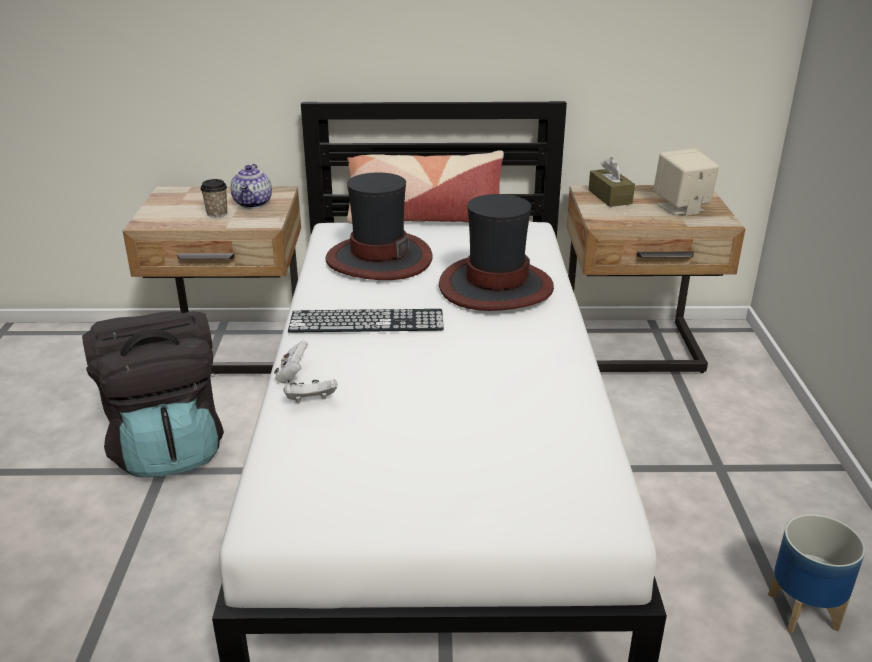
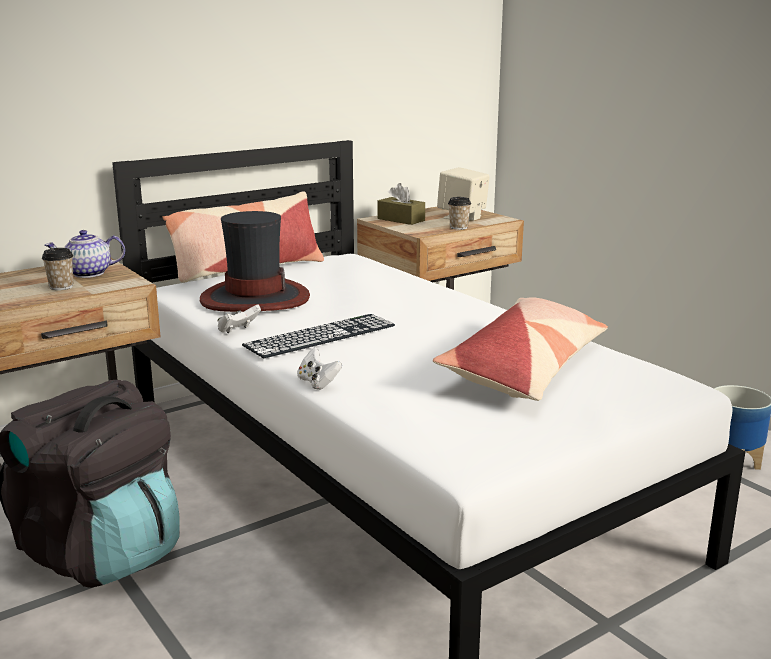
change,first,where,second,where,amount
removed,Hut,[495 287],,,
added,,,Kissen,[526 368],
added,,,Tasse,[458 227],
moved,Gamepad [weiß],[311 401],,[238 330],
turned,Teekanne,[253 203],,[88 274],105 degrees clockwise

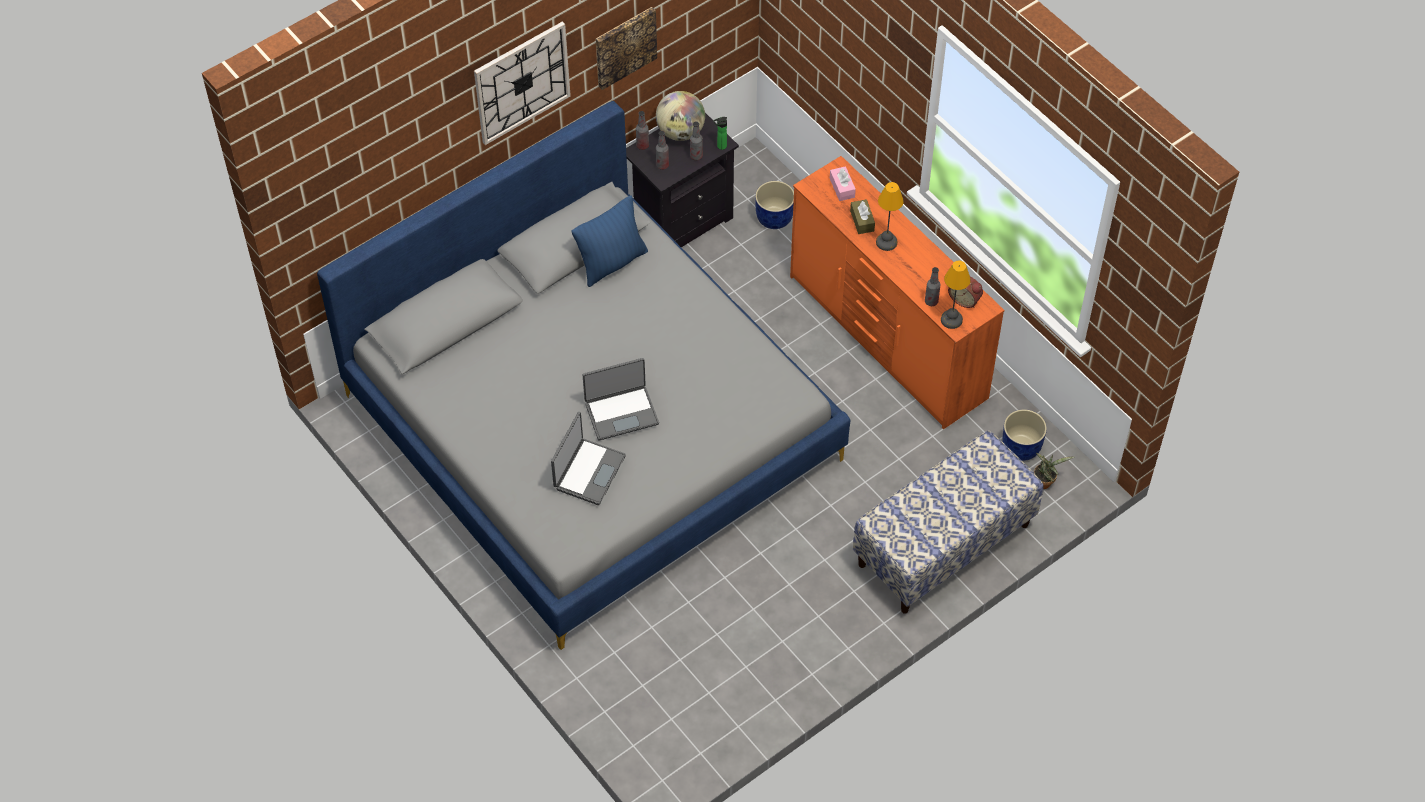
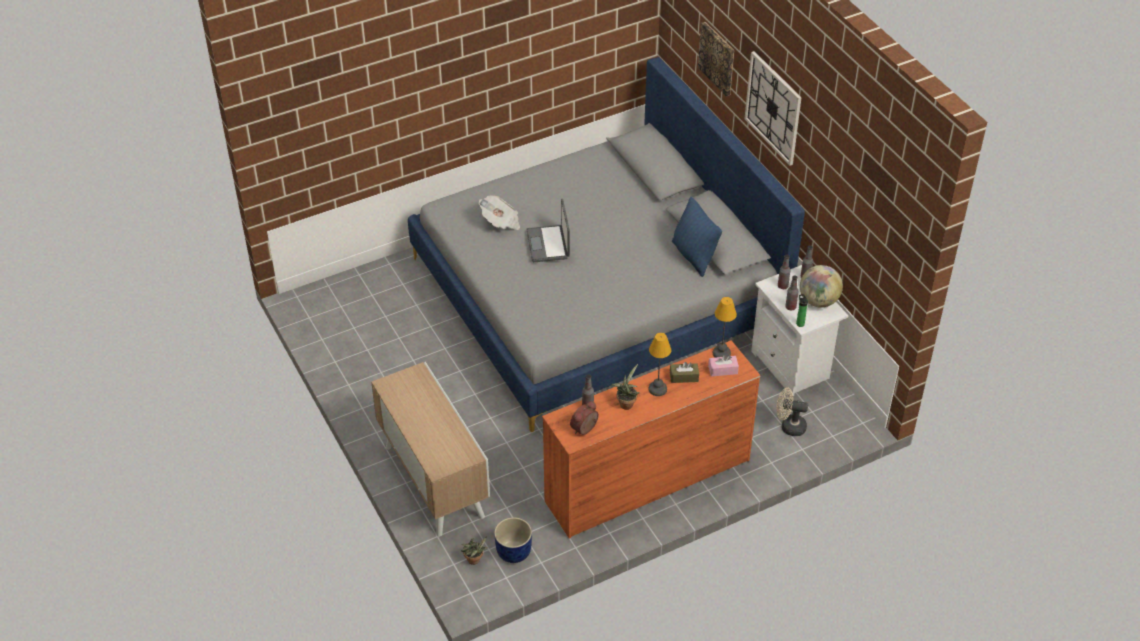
change,first,where,second,where,amount
added,,,Topfpflanze,[626 403],
moved,Bild,[624 46],,[717 58],
moved,Tischlampe,[951 320],,[721 353],
replaced,Laptop,[588 472],Zeitung,[501 222],
replaced,Pflanzkübel [blau],[775 217],Ventilator [beige],[789 426],
replaced,Bank,[943 545],Schrank,[433 481],
recoloured,Nachttisch [schwarz],[681 220],Nachttisch [weiß],[792 366],

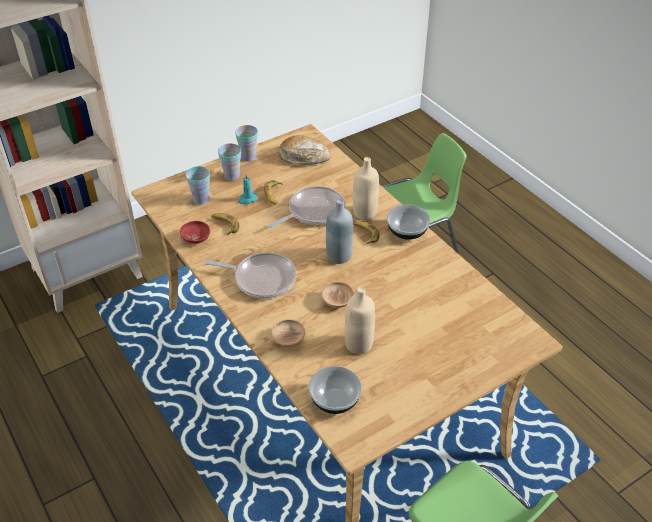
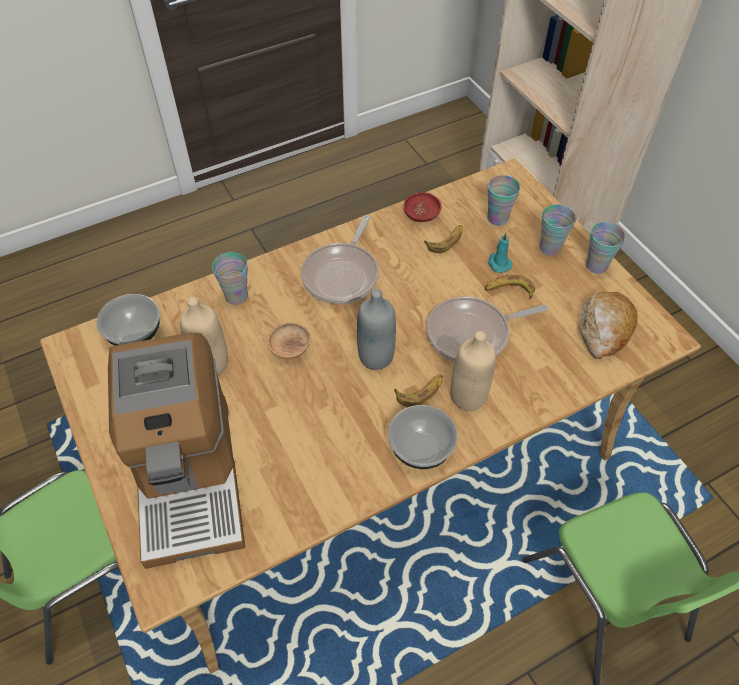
change,first,where,second,where,amount
added,,,Kaffeemaschine,[189 477],
replaced,Schüssel [braun],[288 340],Tasse,[236 296],
turned,Pfanne,[313 211],,[472 334],105 degrees clockwise

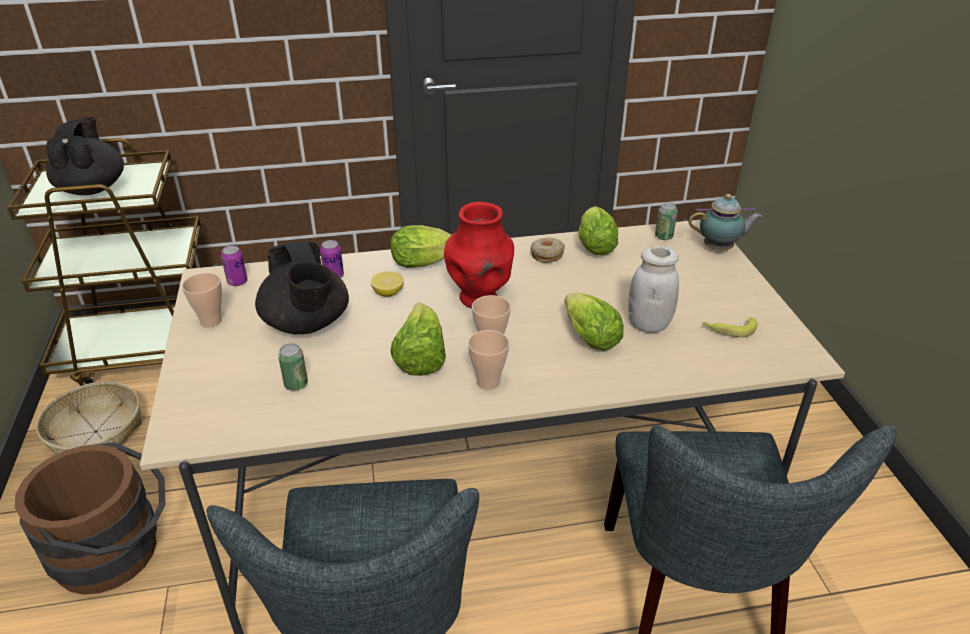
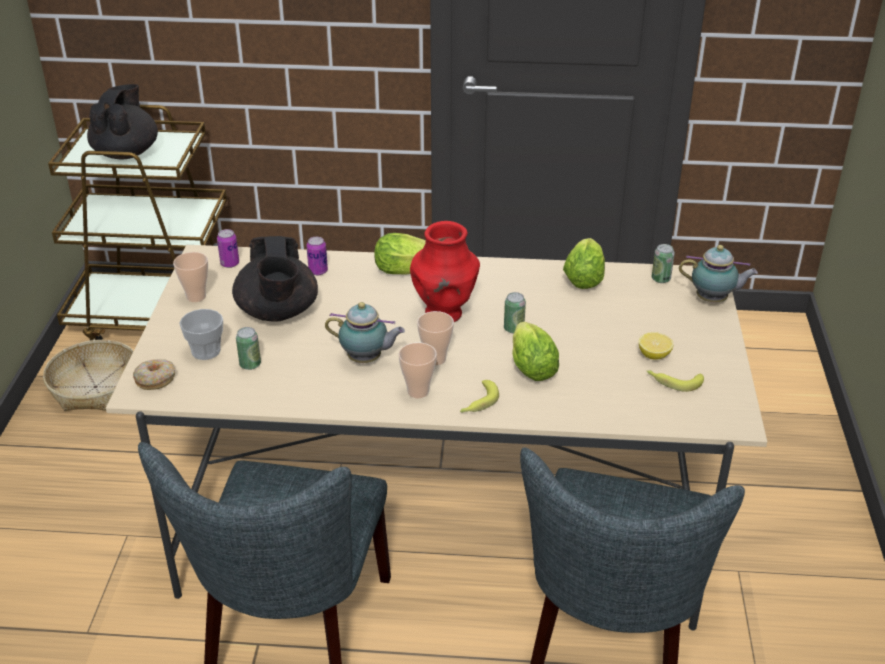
change,first,where,second,where,amount
removed,Eimer [braun],[117 552],,,
removed,Vorratsglas [weiß],[648 325],,,
added,,,Tasse,[206 351],
added,,,Banane,[478 403],
added,,,Dose,[513 329],
moved,Zitrone,[388 293],,[654 355],
moved,Donut,[547 255],,[155 379],
replaced,Salatkopf,[420 358],Teekanne,[366 359],

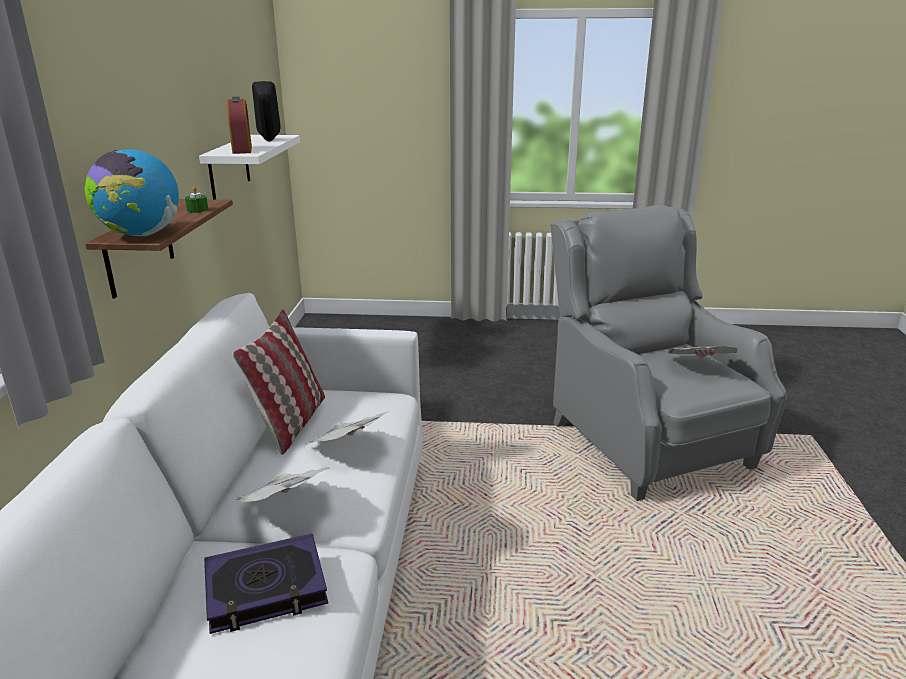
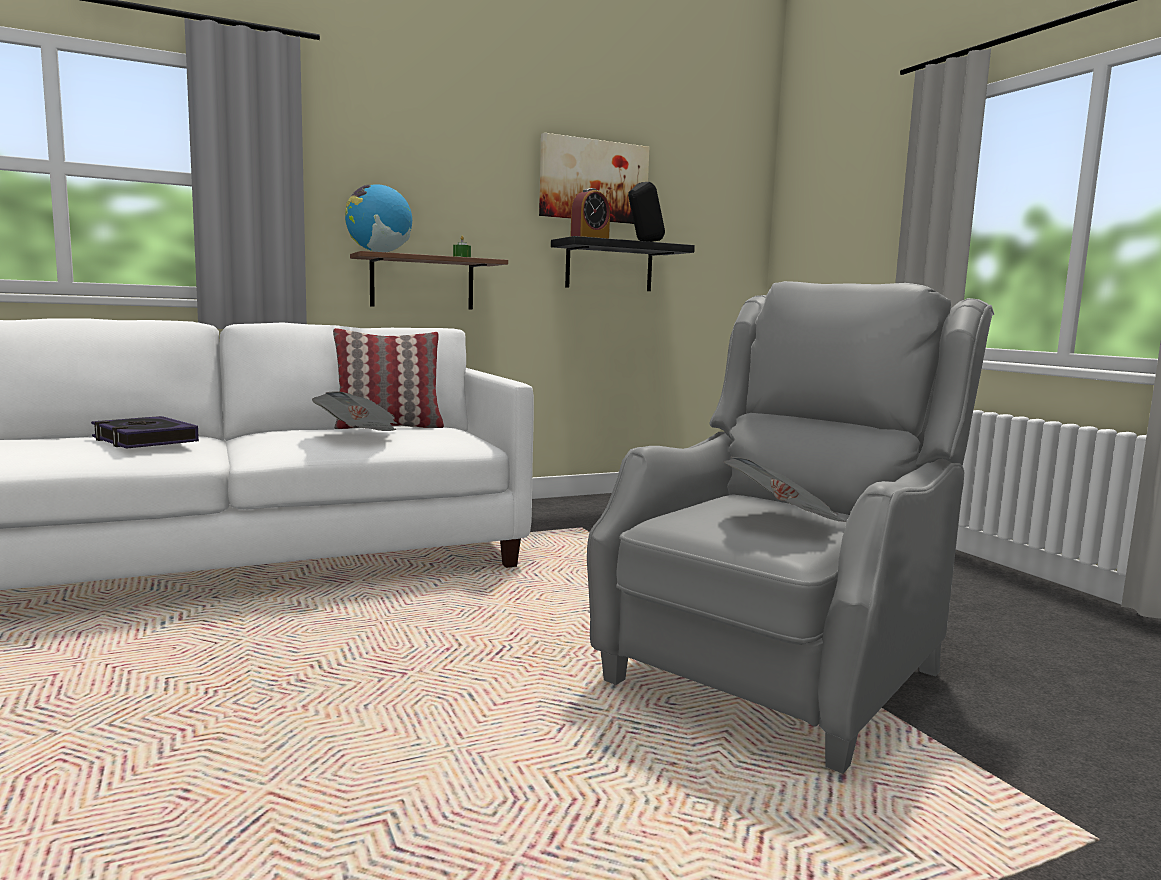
change,first,where,second,where,amount
removed,Zeitung,[285 504],,,
added,,,Bild,[593 181],
recoloured,Wandregal [weiß],[229 167],Wandregal [schwarz],[609 266],

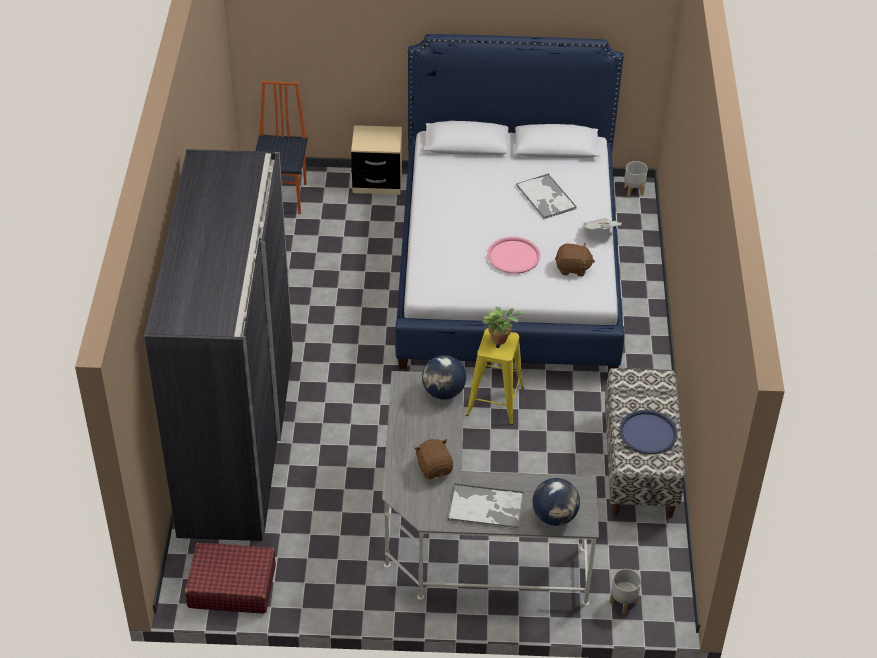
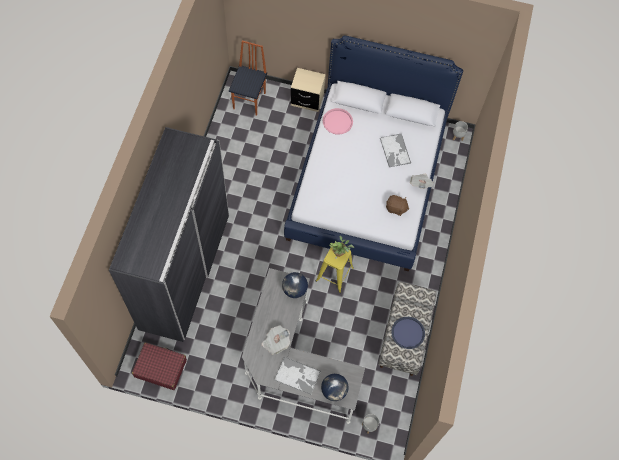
change,first,where,second,where,amount
moved,Tablett [rosa],[513 256],,[337 121],
replaced,Plüschtier [braun],[434 468],Zeitung,[276 342],

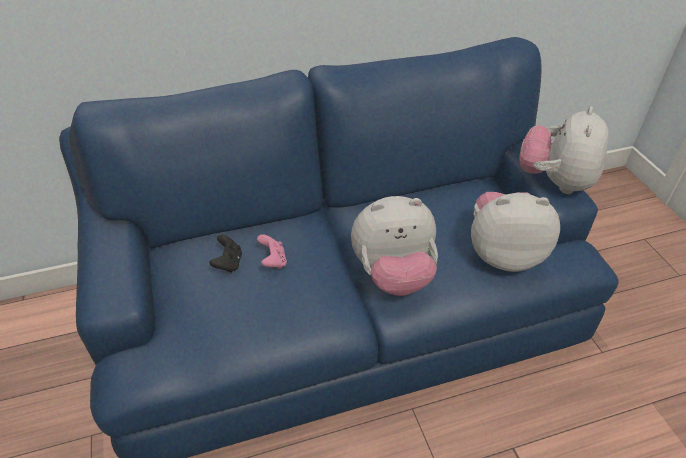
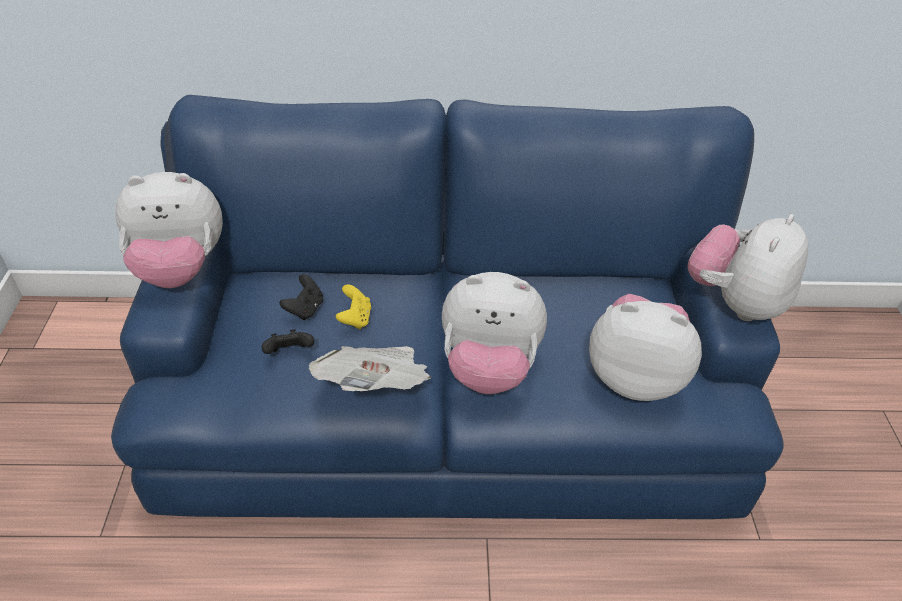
change,first,where,second,where,amount
added,,,Plüschtier,[180 269],
added,,,Gamepad [schwarz],[289 353],
added,,,Zeitung,[375 386],
recoloured,Gamepad [rosa],[273 261],Gamepad [gelb],[355 318],

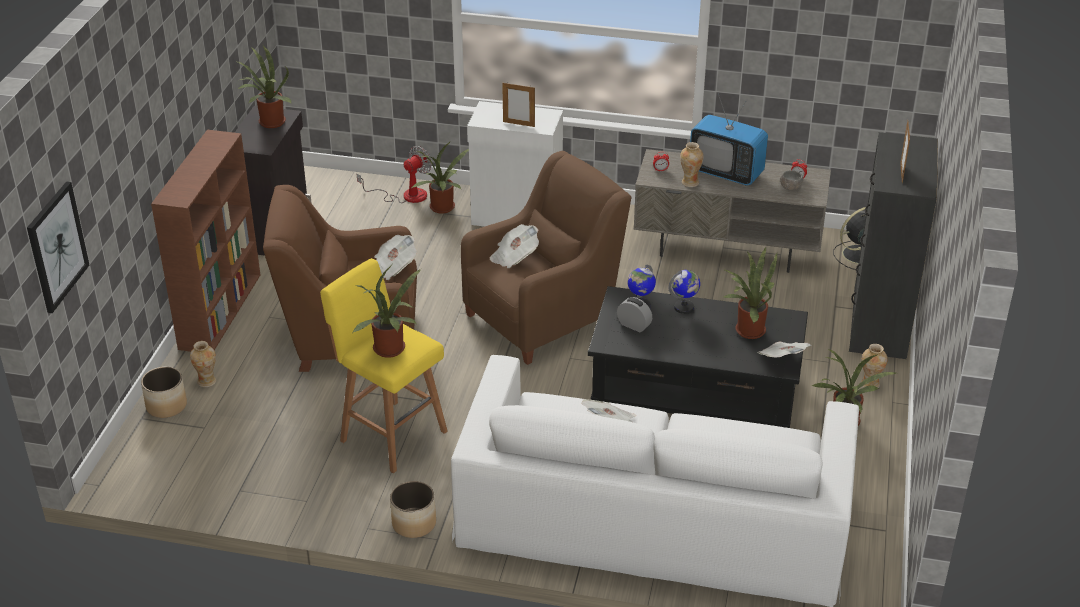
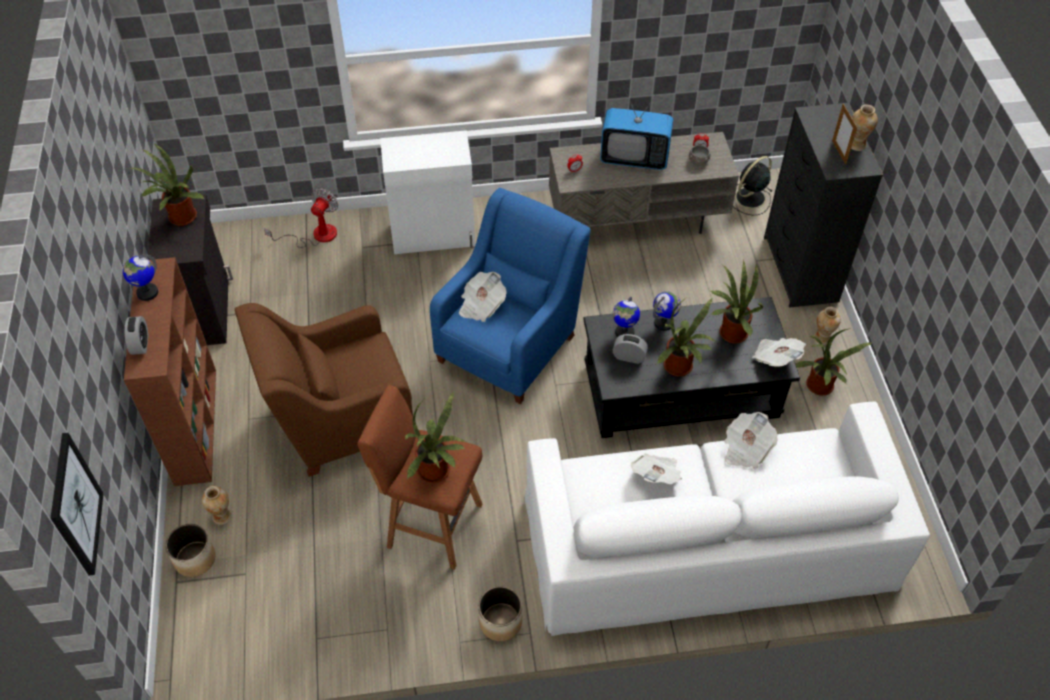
change,first,where,second,where,amount
removed,Bilderrahmen,[519 124],,,
added,,,Globus,[147 292],
added,,,Wecker,[140 344],
moved,Zeitung,[392 268],,[746 449],
moved,Topfpflanze,[443 209],,[680 368],
moved,Vase,[690 182],,[856 145],
recoloured,Hocker [gelb],[391 434],Hocker [braun],[431 524],
recoloured,Sessel [braun],[544 316],Sessel [blau],[510 344],

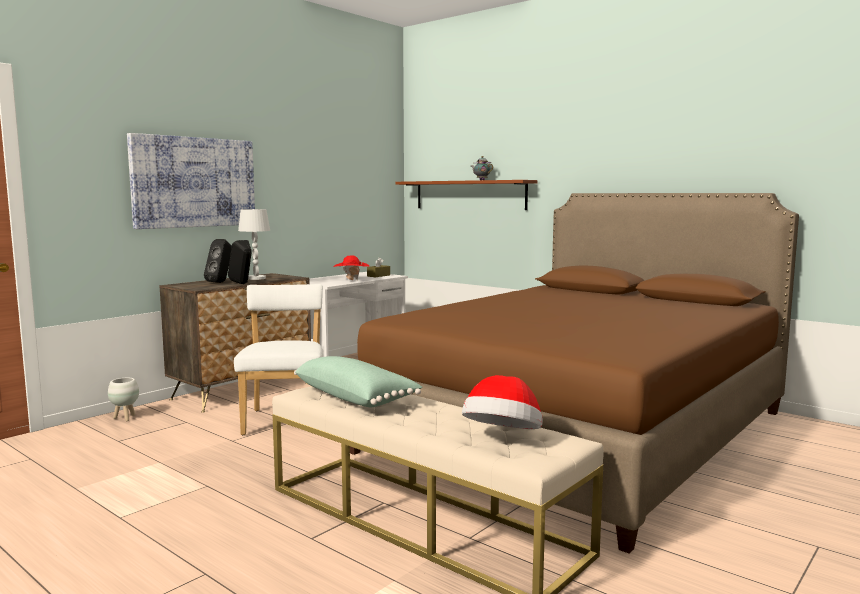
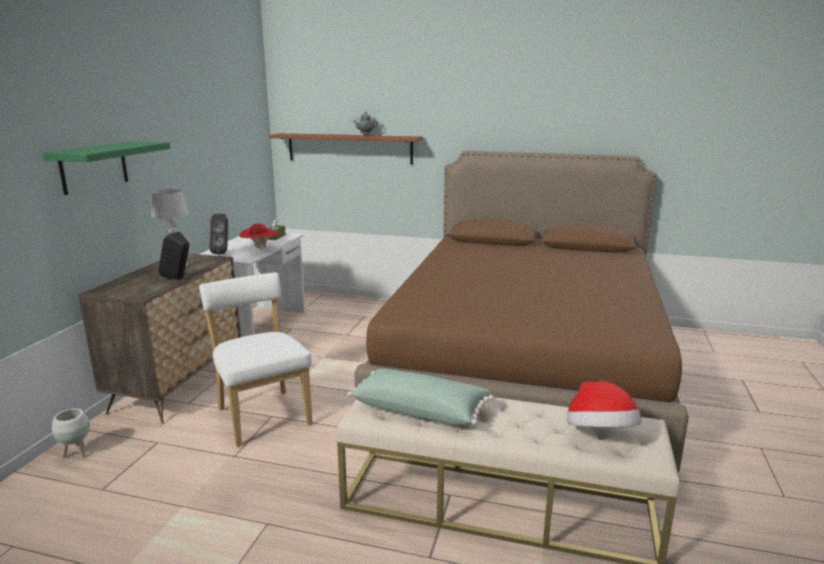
change,first,where,second,where,amount
moved,Lautsprecher [schwarz],[221 282],,[223 252],
replaced,Bild,[193 182],Wandregal [grün],[94 167],

